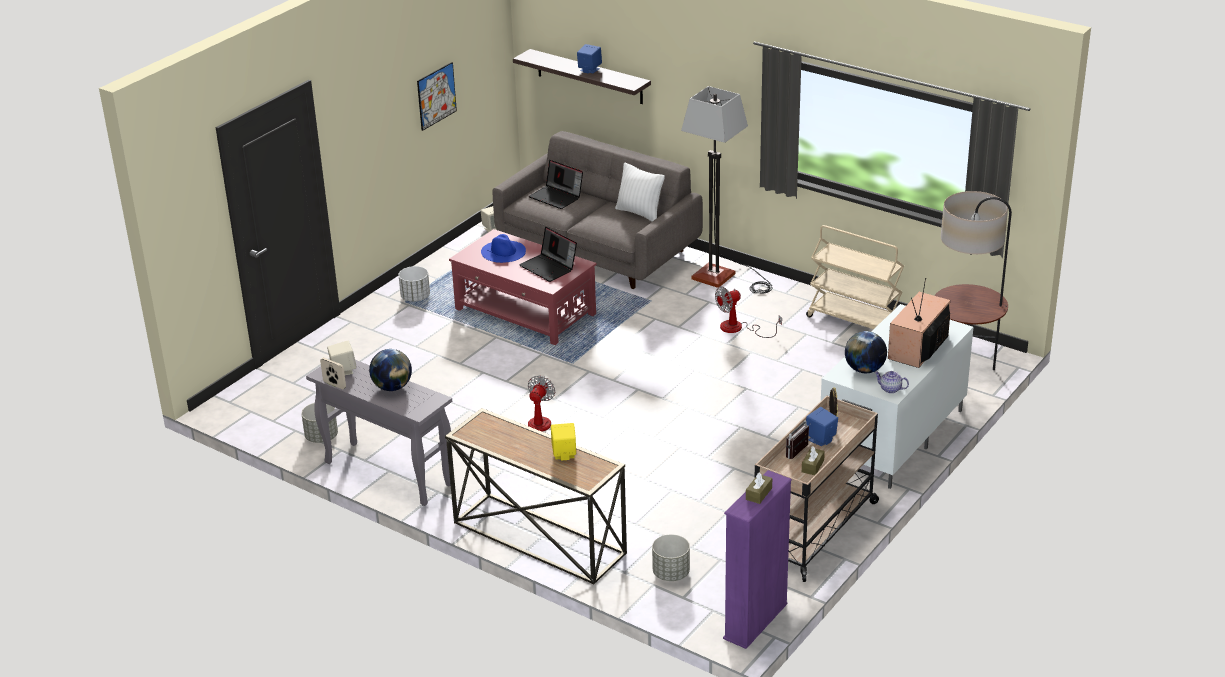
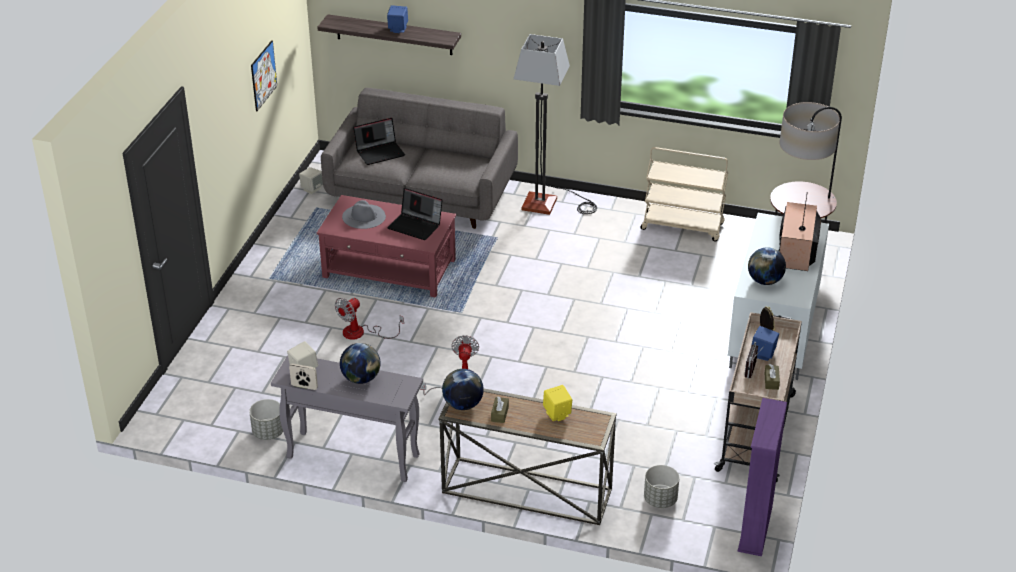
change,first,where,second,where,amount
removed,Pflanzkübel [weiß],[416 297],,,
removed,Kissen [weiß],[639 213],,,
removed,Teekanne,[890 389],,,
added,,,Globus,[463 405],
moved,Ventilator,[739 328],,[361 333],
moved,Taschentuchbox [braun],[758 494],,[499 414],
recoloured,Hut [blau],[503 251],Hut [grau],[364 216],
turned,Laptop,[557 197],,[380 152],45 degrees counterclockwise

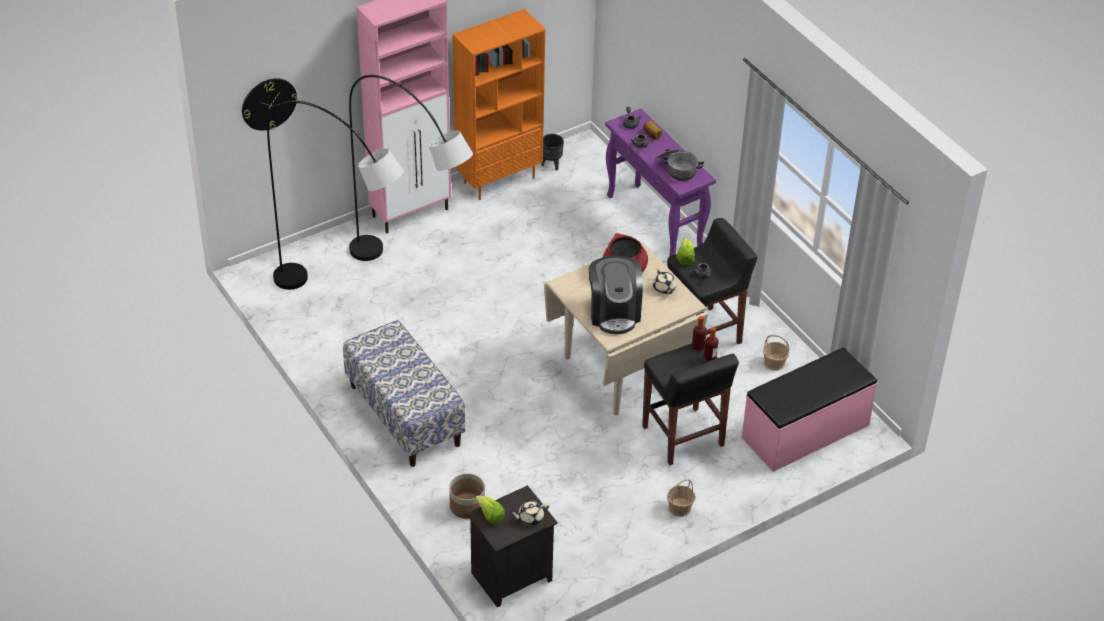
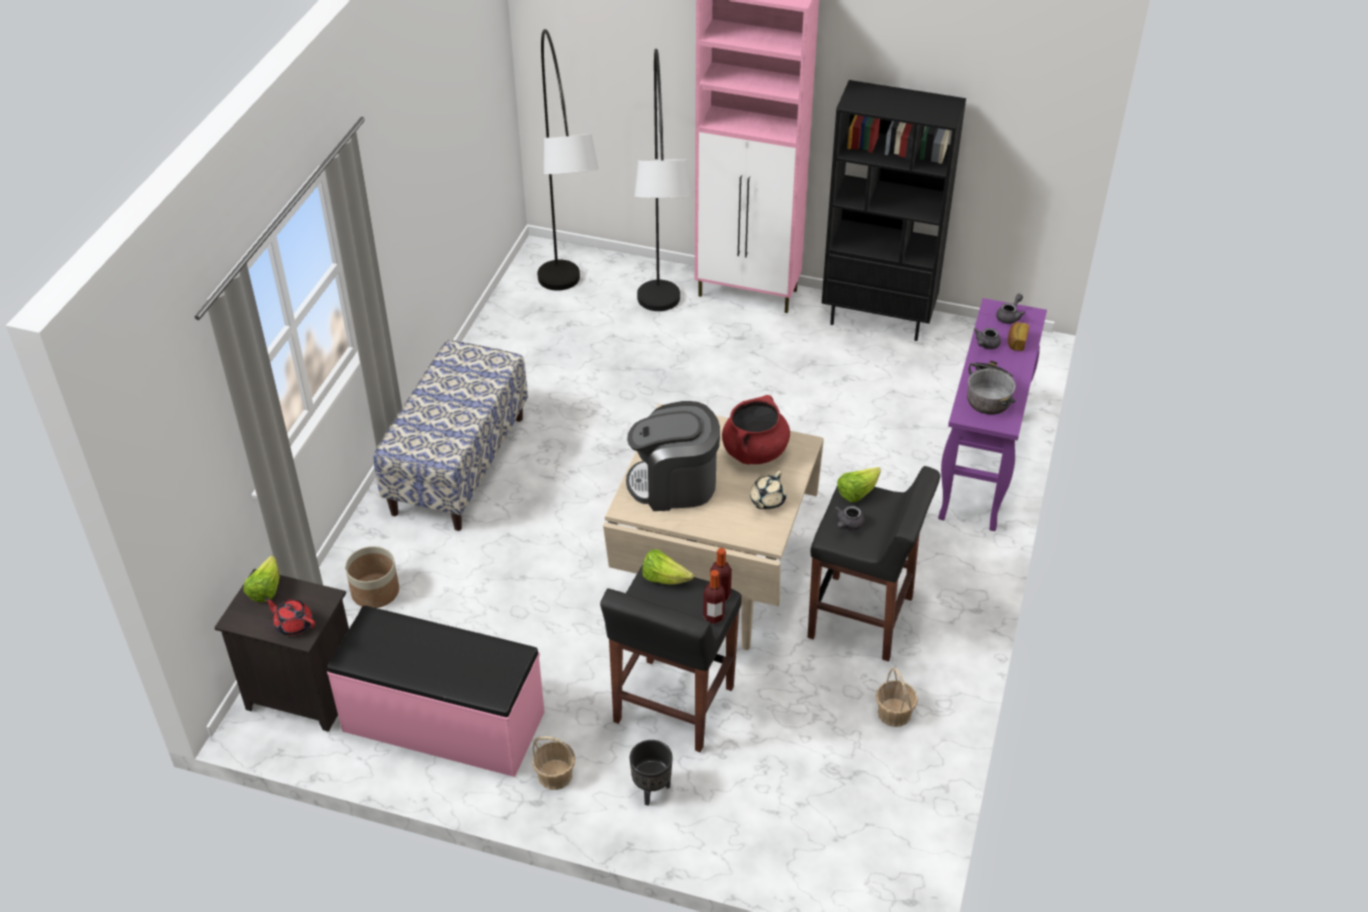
change,first,where,second,where,amount
removed,Wanduhr,[269 103],,,
added,,,Salatkopf,[664 578],
moved,Pflanzkübel [schwarz],[551 165],,[651 790],
moved,Bank [rosa],[806 432],,[443 723],
recoloured,Bücherregal [orange],[499 179],Bücherregal [schwarz],[879 319],
recoloured,Teekanne [beige],[530 518],Teekanne [rot],[293 624],
turned,Kaffeemaschine,[614 312],,[674 484],45 degrees clockwise

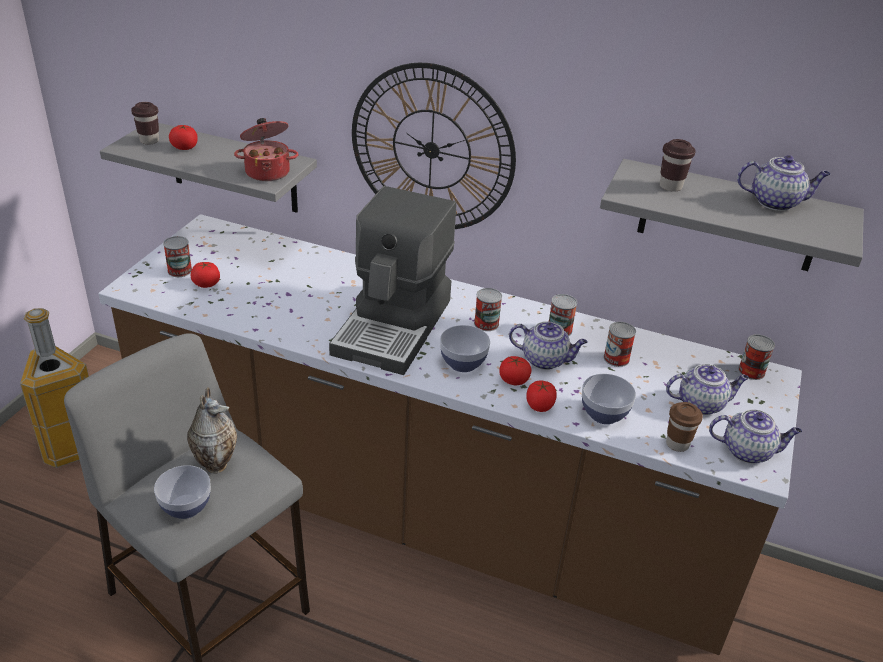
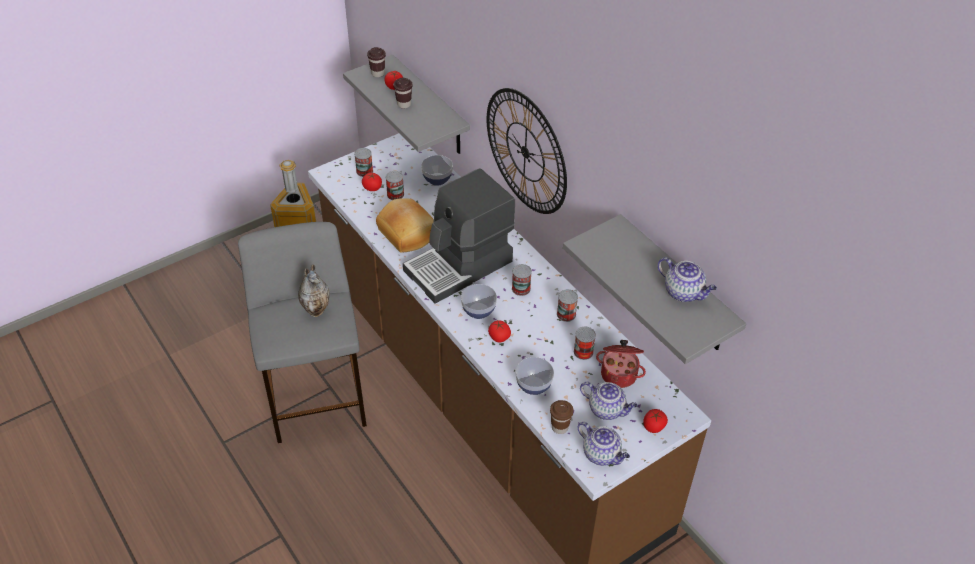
change,first,where,second,where,amount
removed,Teekanne,[545 360],,,
added,,,Brot,[408 233],
moved,Schüssel,[186 507],,[437 179],
moved,Kochtopf,[267 172],,[619 374],
moved,Tomate,[539 406],,[653 426],
moved,Tasse [braun],[670 186],,[404 104],
moved,Dose,[751 371],,[395 194],

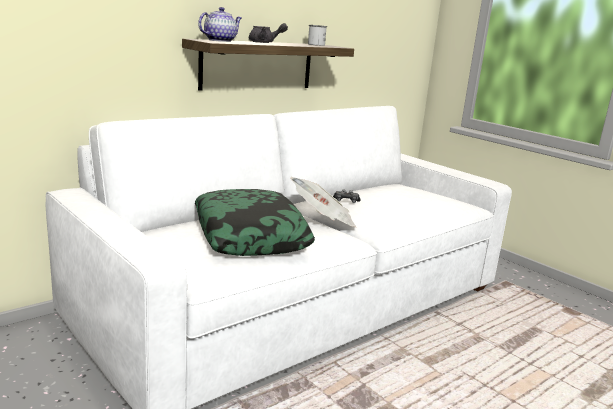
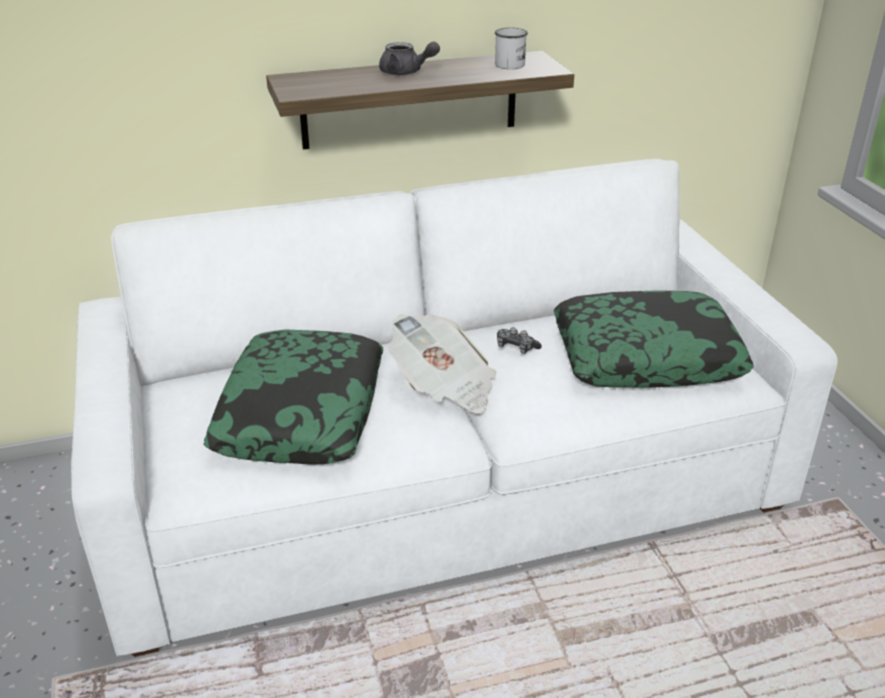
change,first,where,second,where,amount
removed,Teekanne,[220 41],,,
added,,,Kissen,[646 356],

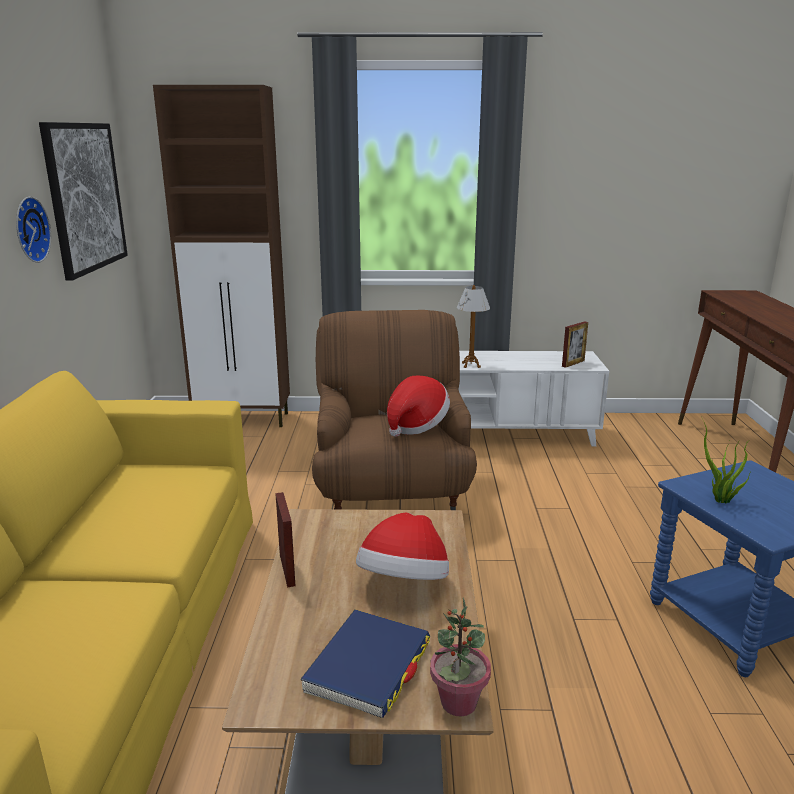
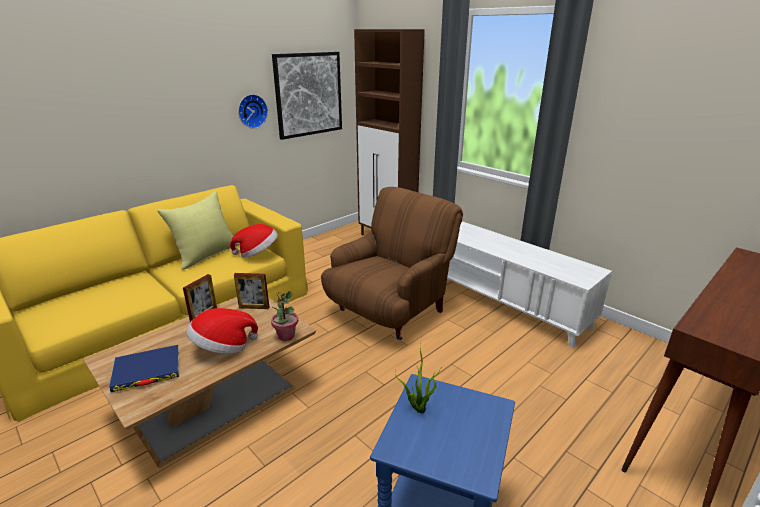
change,first,where,second,where,amount
removed,Tischlampe,[471 365],,,
added,,,Kissen [gelb],[206 254],
moved,Hut,[416 425],,[257 253],
moved,Topfpflanze,[458 703],,[286 336],
moved,Bilderrahmen,[573 363],,[254 307],

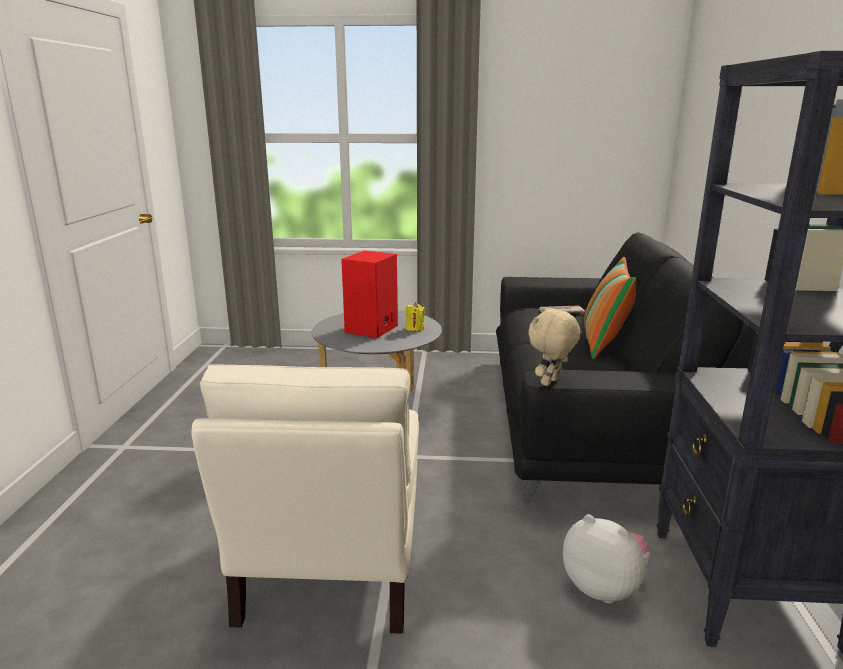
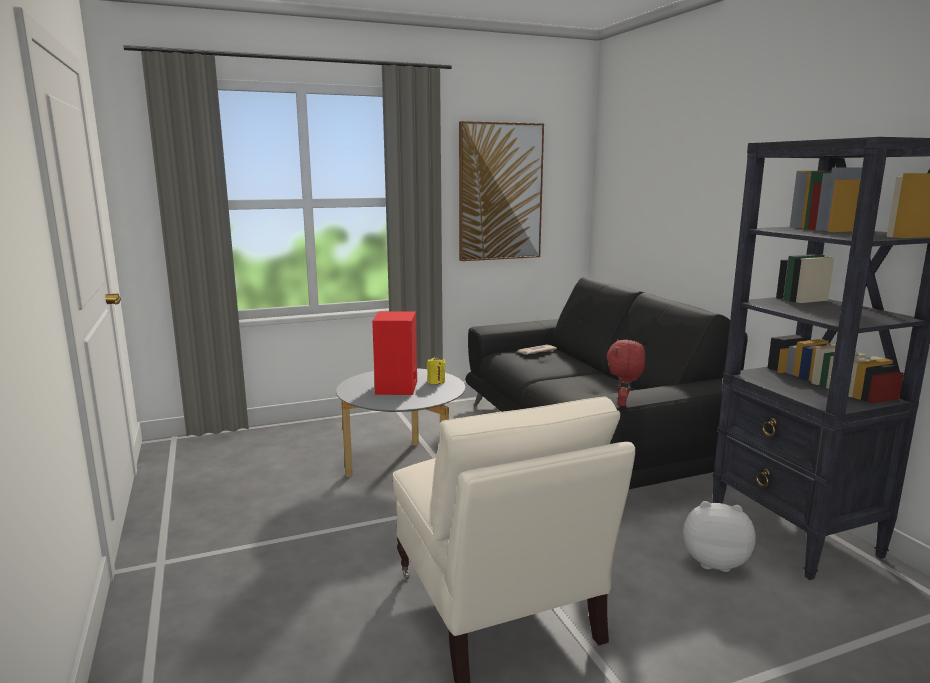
change,first,where,second,where,amount
removed,Kissen,[604 344],,,
added,,,Bild,[500 192],
recoloured,Plüschtier [beige],[550 382],Plüschtier [rot],[623 403],

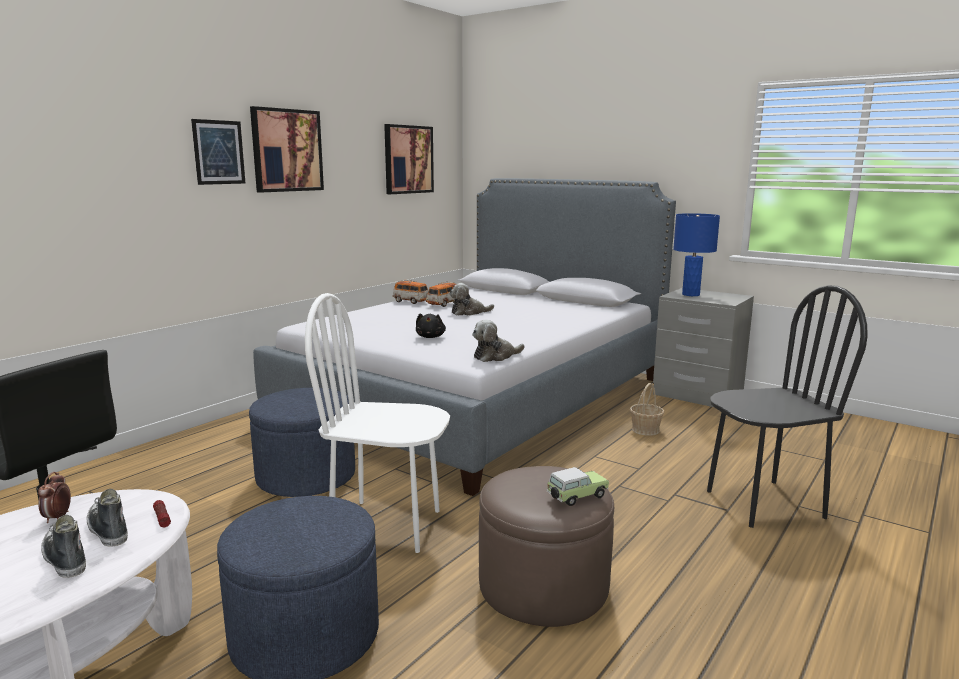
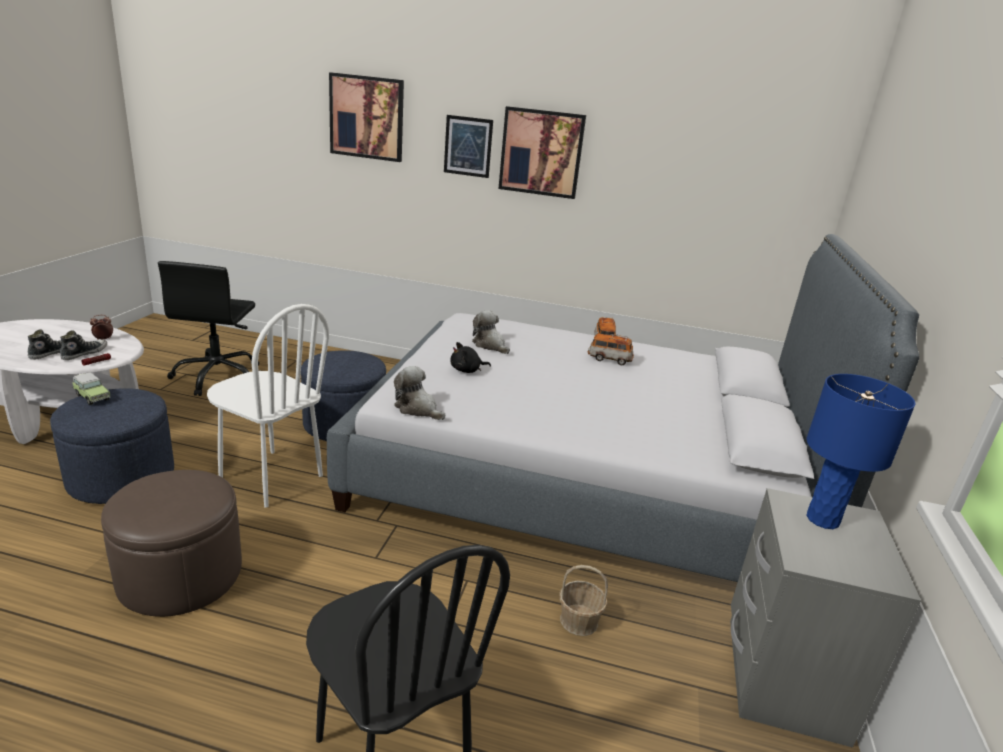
change,first,where,second,where,amount
moved,Bild,[408 159],,[367 117],
moved,Plüschtier,[469 312],,[490 345],
moved,Spielzeugauto,[575 497],,[92 397],
turned,Stuhl [weiß],[387 526],,[270 477],135 degrees clockwise

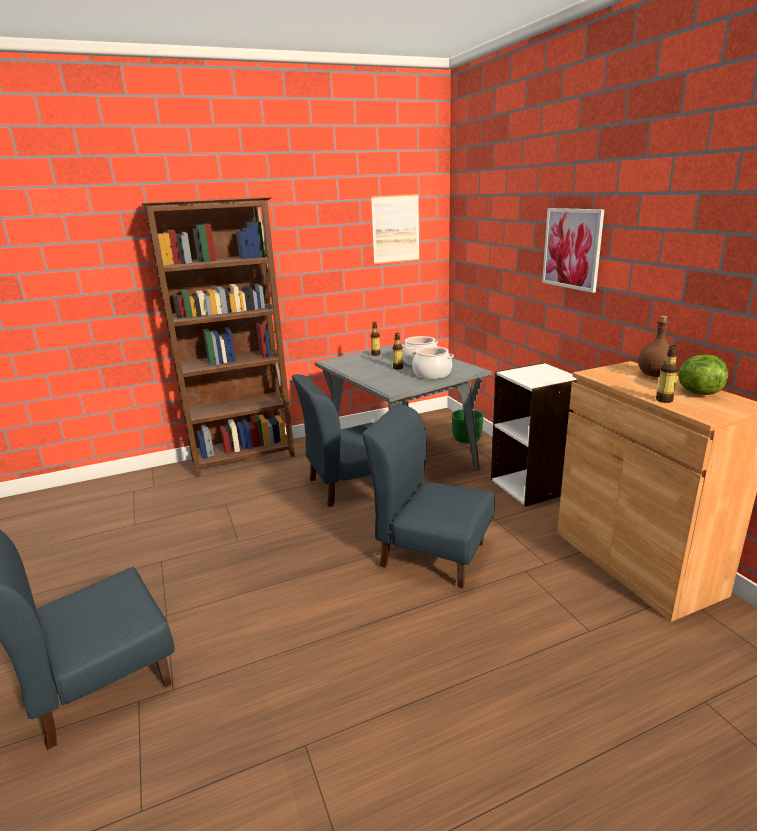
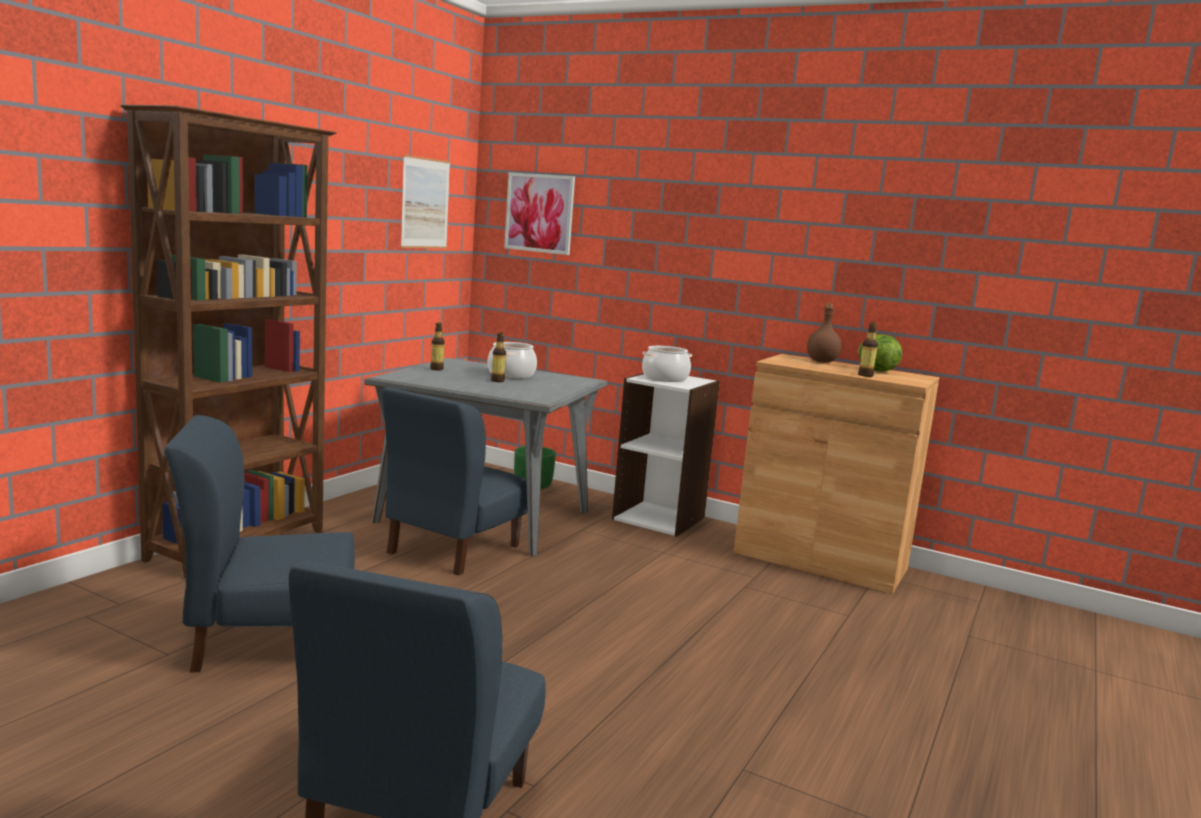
change,first,where,second,where,amount
moved,Stuhl [blau],[432 553],,[269 640],
moved,Kochtopf,[431 374],,[665 378],
moved,Bild,[572 248],,[539 213],

